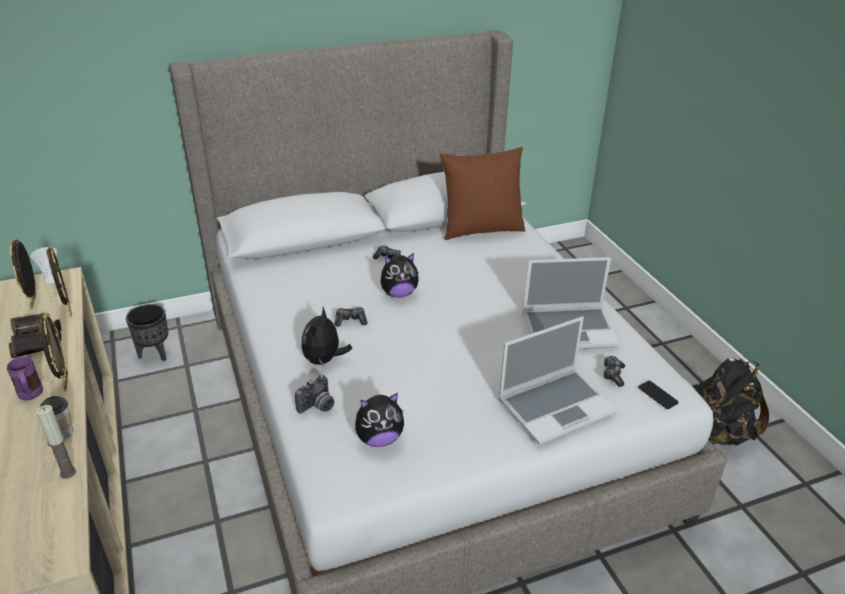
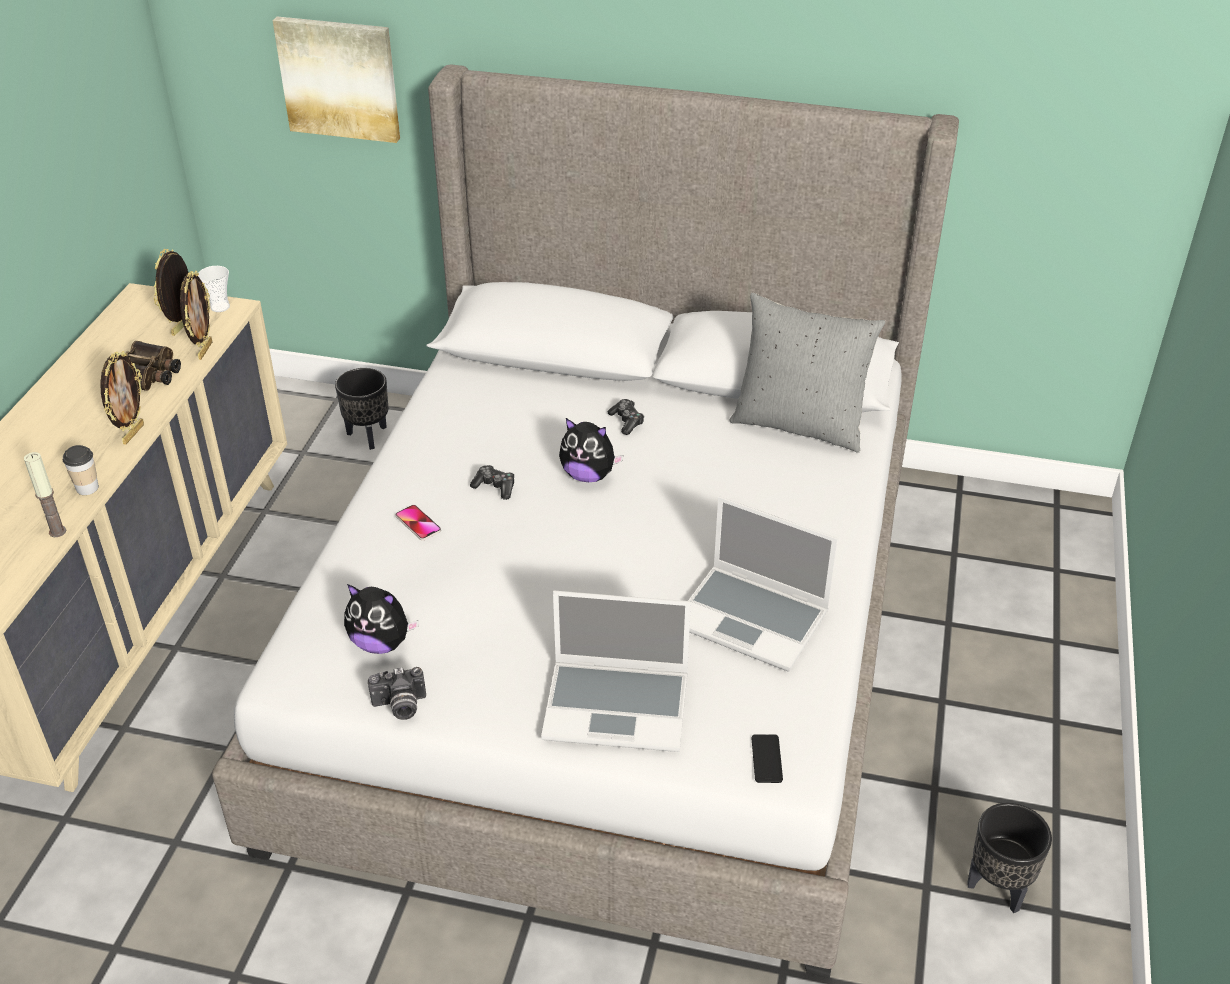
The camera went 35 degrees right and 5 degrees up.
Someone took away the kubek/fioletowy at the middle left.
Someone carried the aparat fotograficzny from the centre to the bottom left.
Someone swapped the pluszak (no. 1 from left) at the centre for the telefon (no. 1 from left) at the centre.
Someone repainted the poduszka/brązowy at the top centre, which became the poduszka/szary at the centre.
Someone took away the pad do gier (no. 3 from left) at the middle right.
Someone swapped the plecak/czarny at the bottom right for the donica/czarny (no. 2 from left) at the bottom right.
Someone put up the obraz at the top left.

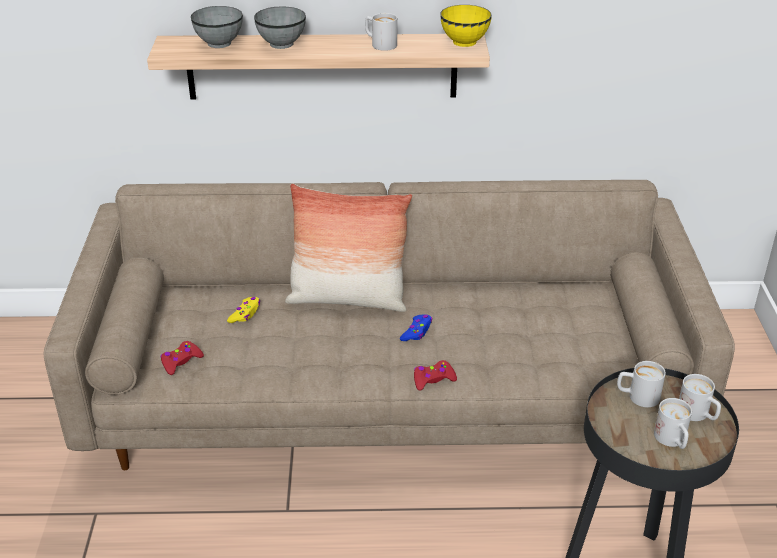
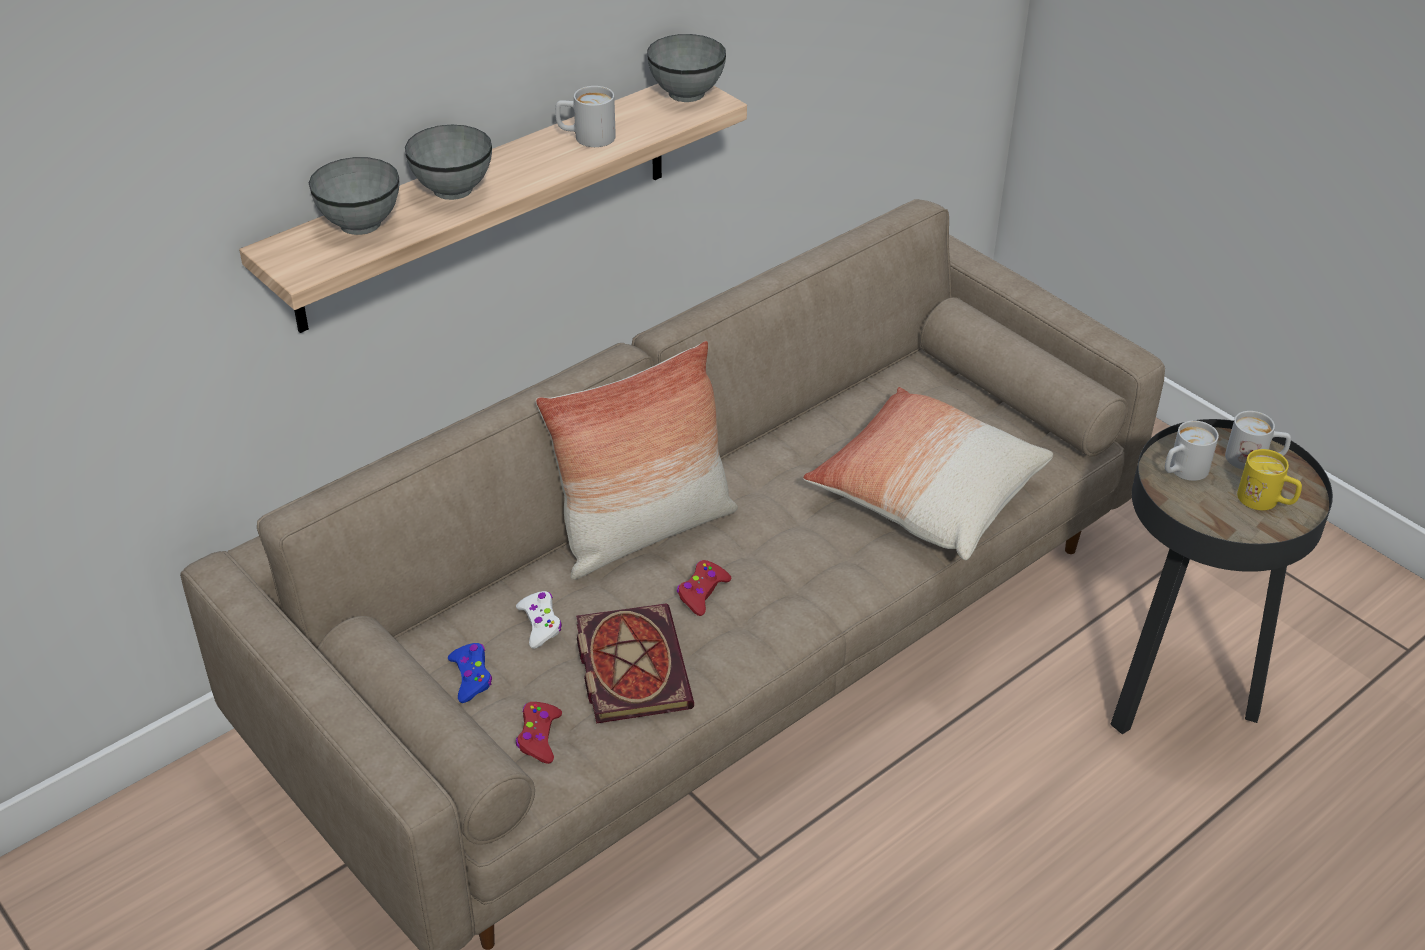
The camera went 40 degrees left and 5 degrees up.
Someone repainted the pad do gier/żółty at the middle left, which became the pad do gier/biały at the centre.
Someone carried the pad do gier/niebieski from the centre to the bottom left.
Someone carried the pad do gier/czerwony (no. 2 from left) from the bottom centre to the centre.
Someone repainted the miska/żółty at the top centre, which became the miska/szary (no. 3 from left) at the top centre.
Someone repainted the kubek/biały (no. 3 from left) at the bottom right, which became the kubek/żółty at the middle right.
Someone put down the książka at the bottom centre.
Someone put down the poduszka (no. 2 from left) at the centre.

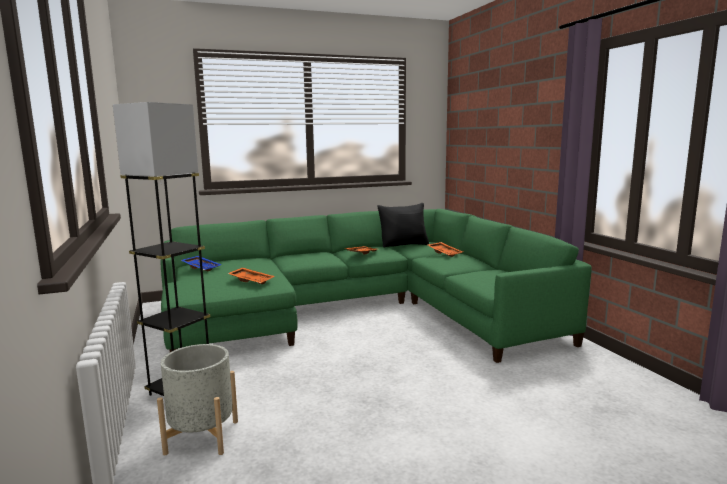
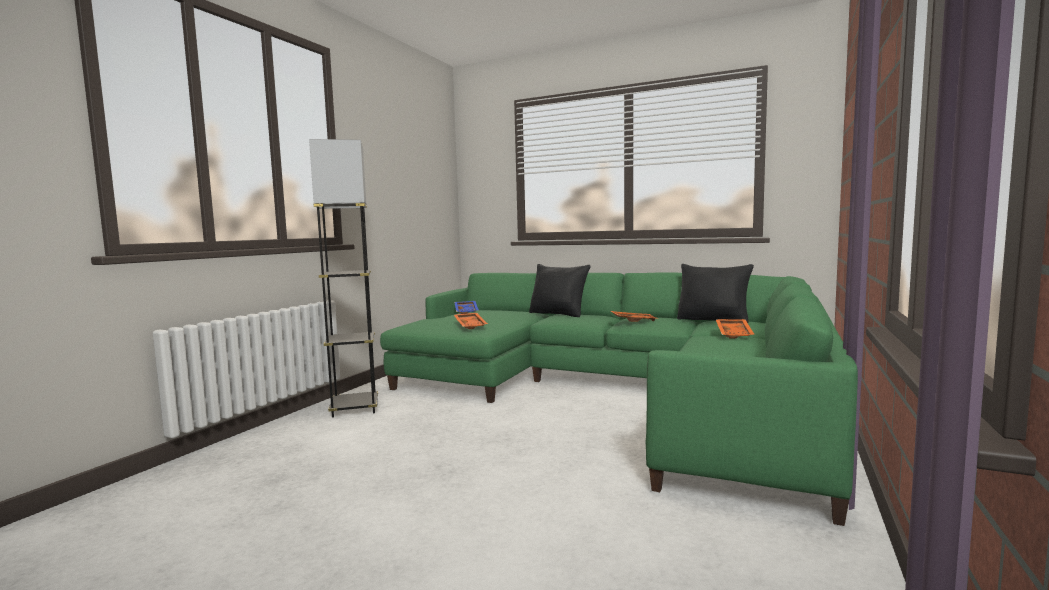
The camera went 45 degrees right and 5 degrees down.
Someone took away the donica/szary at the bottom left.
Someone put down the poduszka/czarny (no. 1 from left) at the centre.

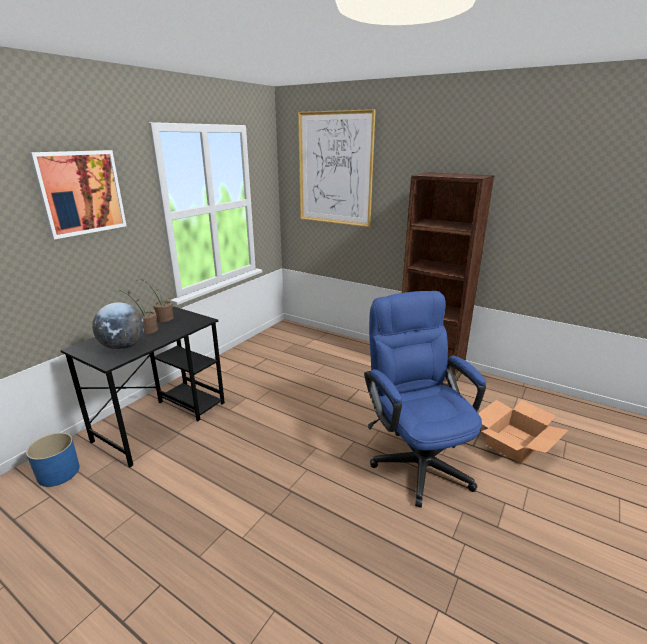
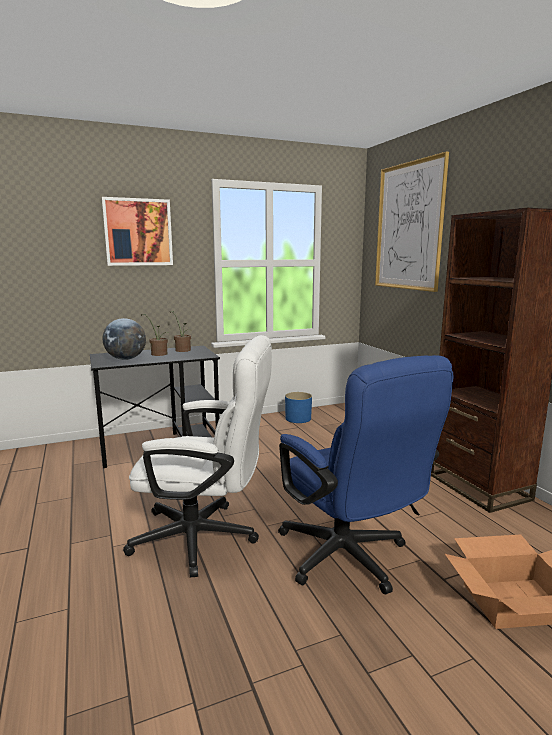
The camera went 35 degrees right and 10 degrees down.
Someone carried the donica/niebieski from the bottom left to the centre.
Someone rotated the krzesło biurowe/niebieski at the centre by 135 degrees clockwise.
Someone put down the krzesło biurowe/biały at the centre.

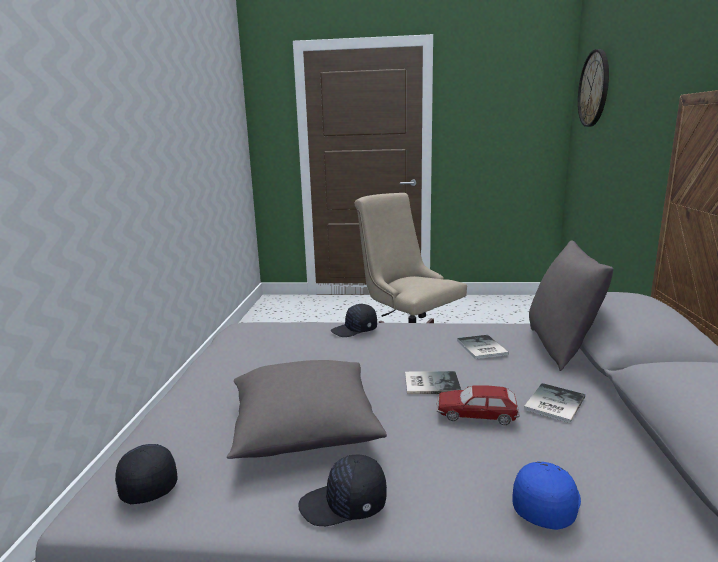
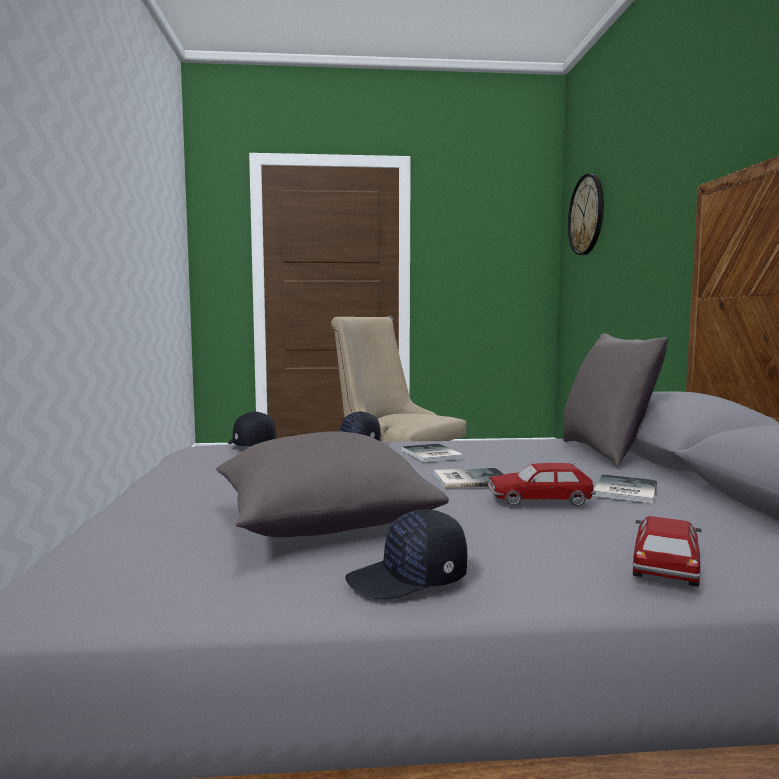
The camera went 10 degrees left and 10 degrees down.
Someone carried the czapka z daszkiem/czarny (no. 1 from left) from the bottom left to the middle left.
Someone carried the książka (no. 2 from left in the first image) from the middle right to the centre.
Someone swapped the czapka z daszkiem/niebieski at the bottom right for the samochodzik (no. 2 from left) at the bottom right.

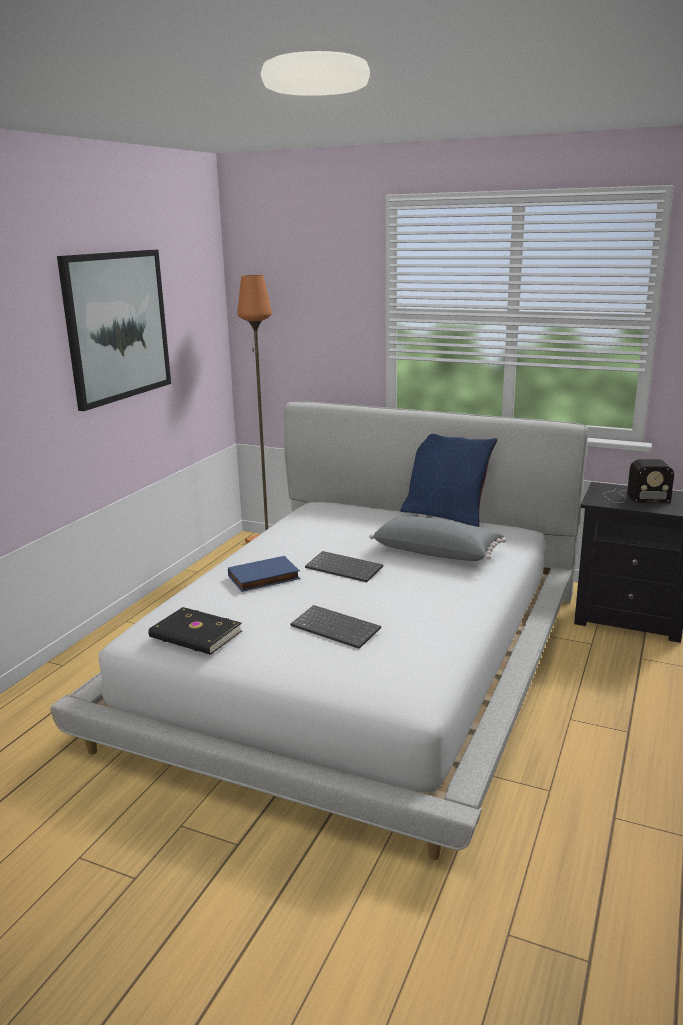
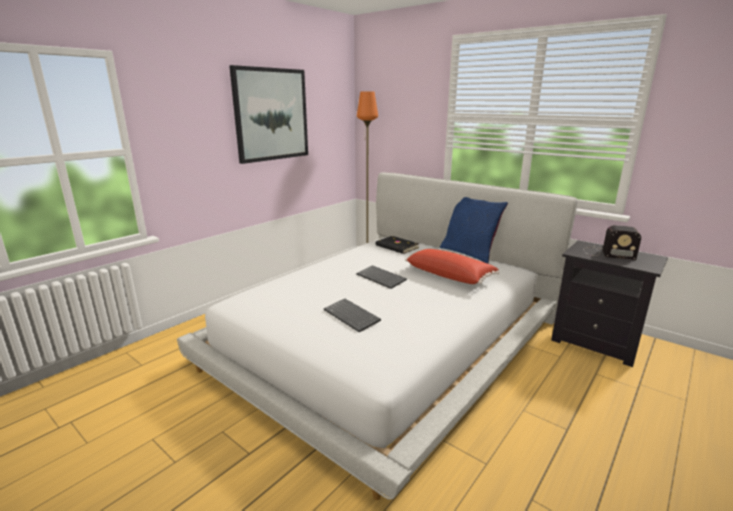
The camera went 15 degrees right and 0 degrees up.
Someone carried the książka/czarny from the middle left to the centre.
Someone took away the książka/niebieski at the centre.
Someone repainted the poduszka/szary at the centre, which became the poduszka/czerwony at the centre.

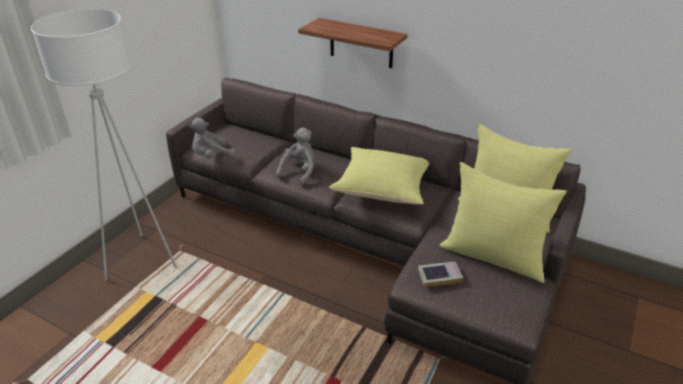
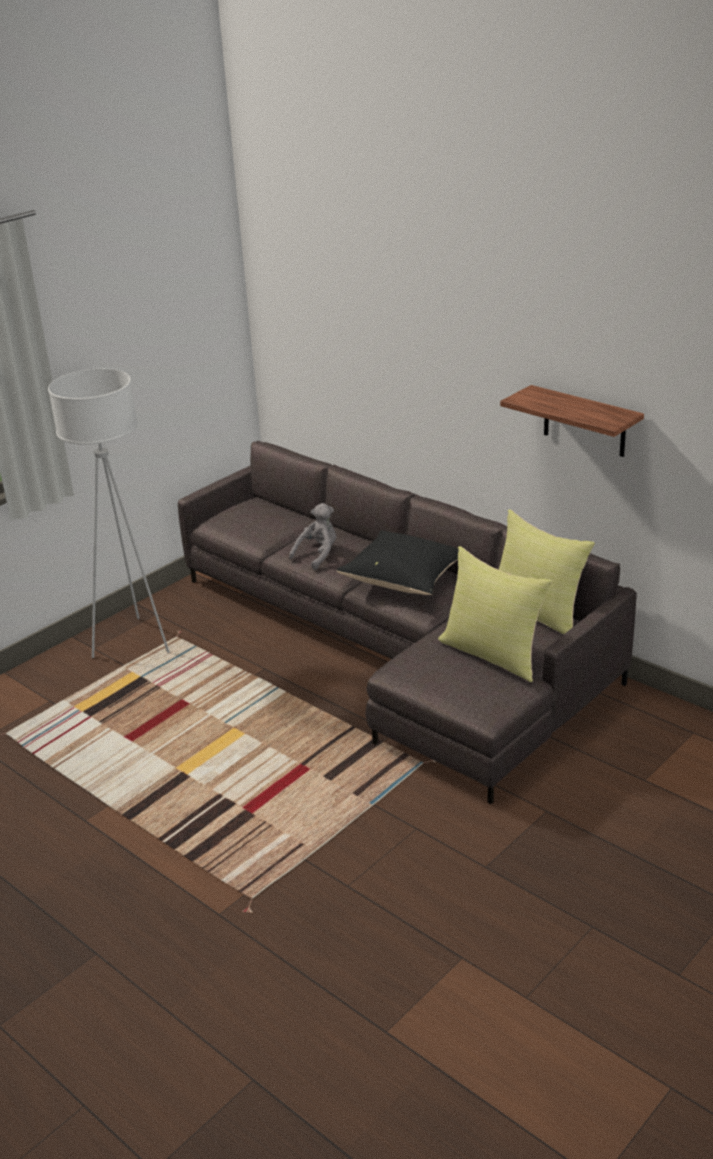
The camera went 15 degrees right and 5 degrees down.
Someone took away the pluszak/szary (no. 1 from left) at the middle left.
Someone carried the półka from the top centre to the middle right.
Someone repainted the poduszka/żółty (no. 1 from left) at the centre, which became the poduszka/czarny at the centre.
Someone took away the książka at the bottom centre.

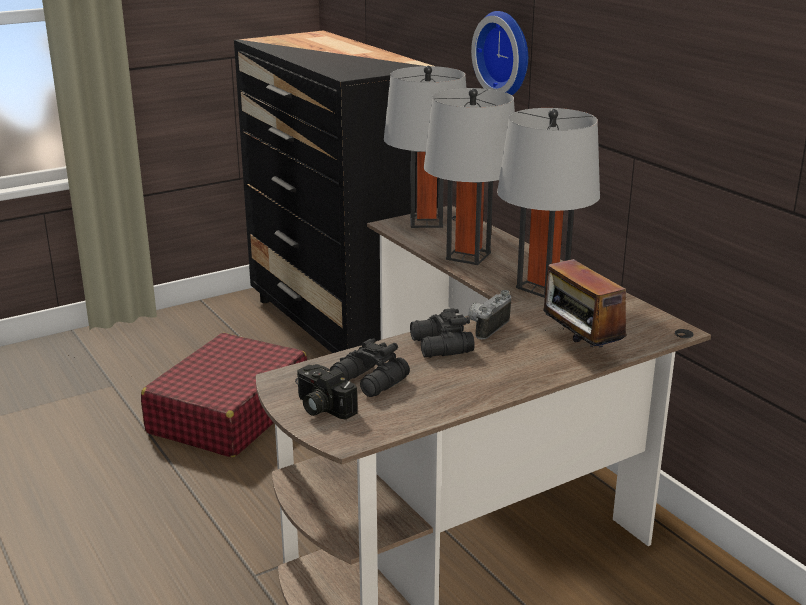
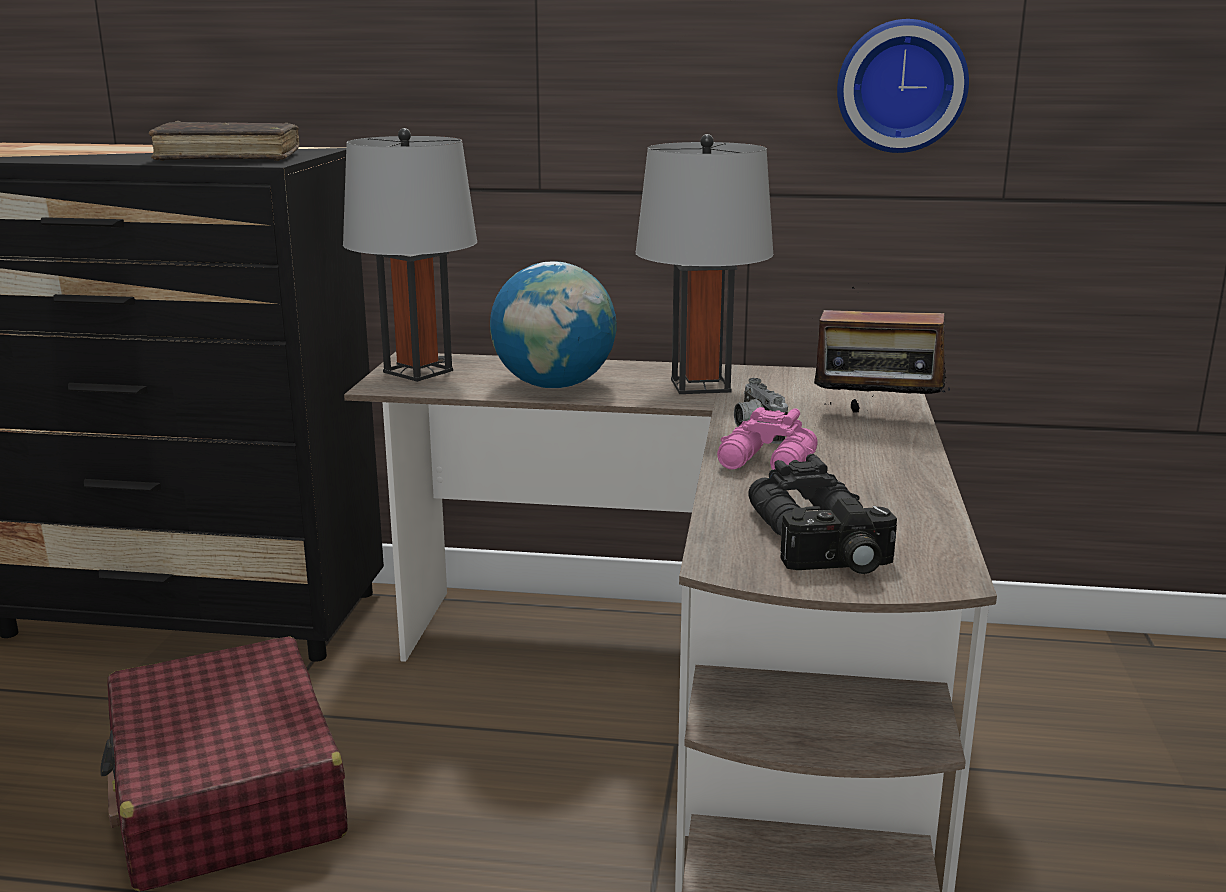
The camera went 50 degrees left and 5 degrees down.
Someone repainted the lornetka/czarny (no. 2 from left) at the centre, which became the lornetka/różowy at the centre.
Someone swapped the lampa stołowa/szary (no. 2 from left) at the top centre for the globus at the centre.
Someone carried the zegar ścienny from the top centre to the top right.
Someone put down the książka/brązowy at the top left.

